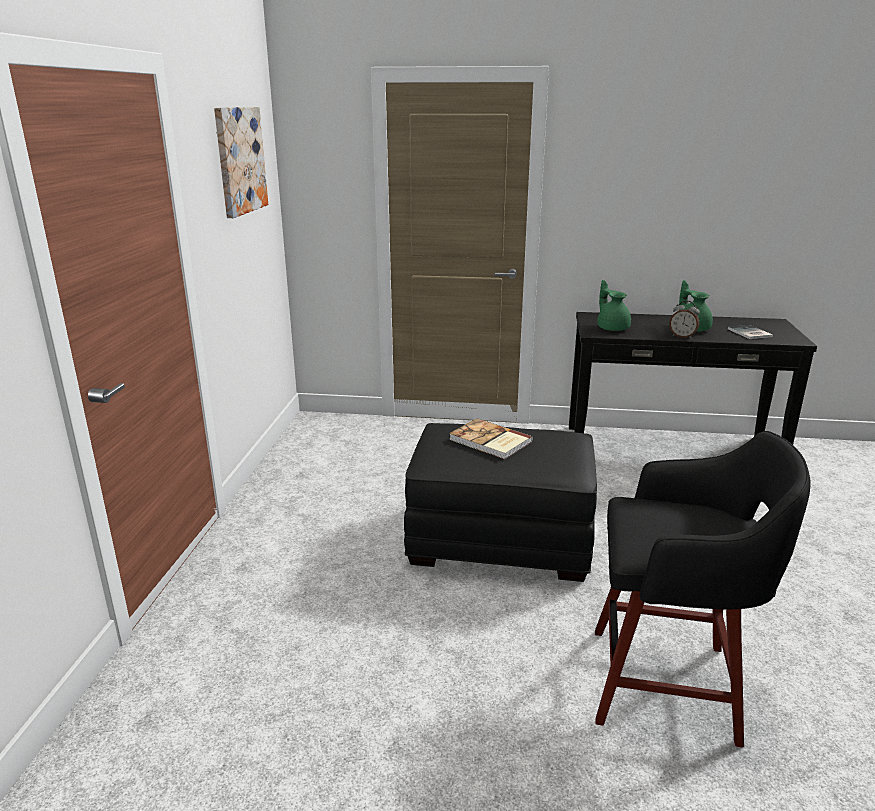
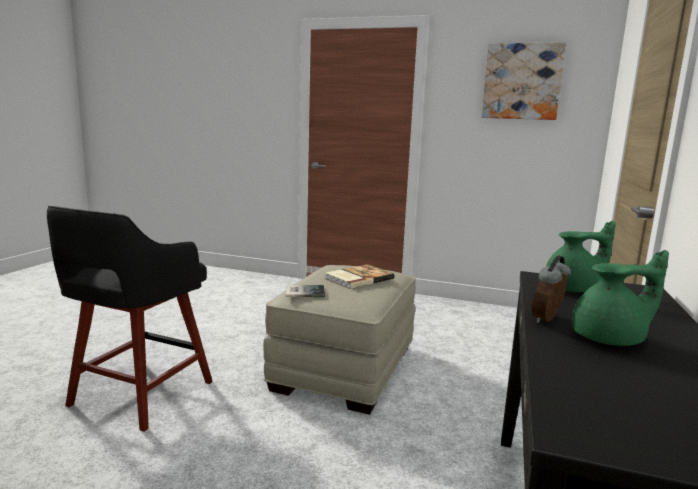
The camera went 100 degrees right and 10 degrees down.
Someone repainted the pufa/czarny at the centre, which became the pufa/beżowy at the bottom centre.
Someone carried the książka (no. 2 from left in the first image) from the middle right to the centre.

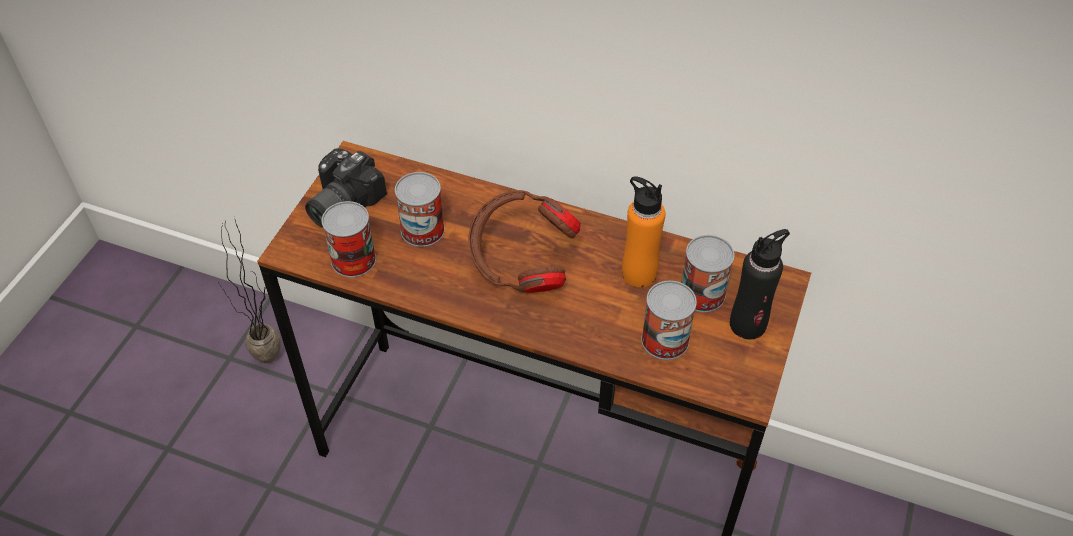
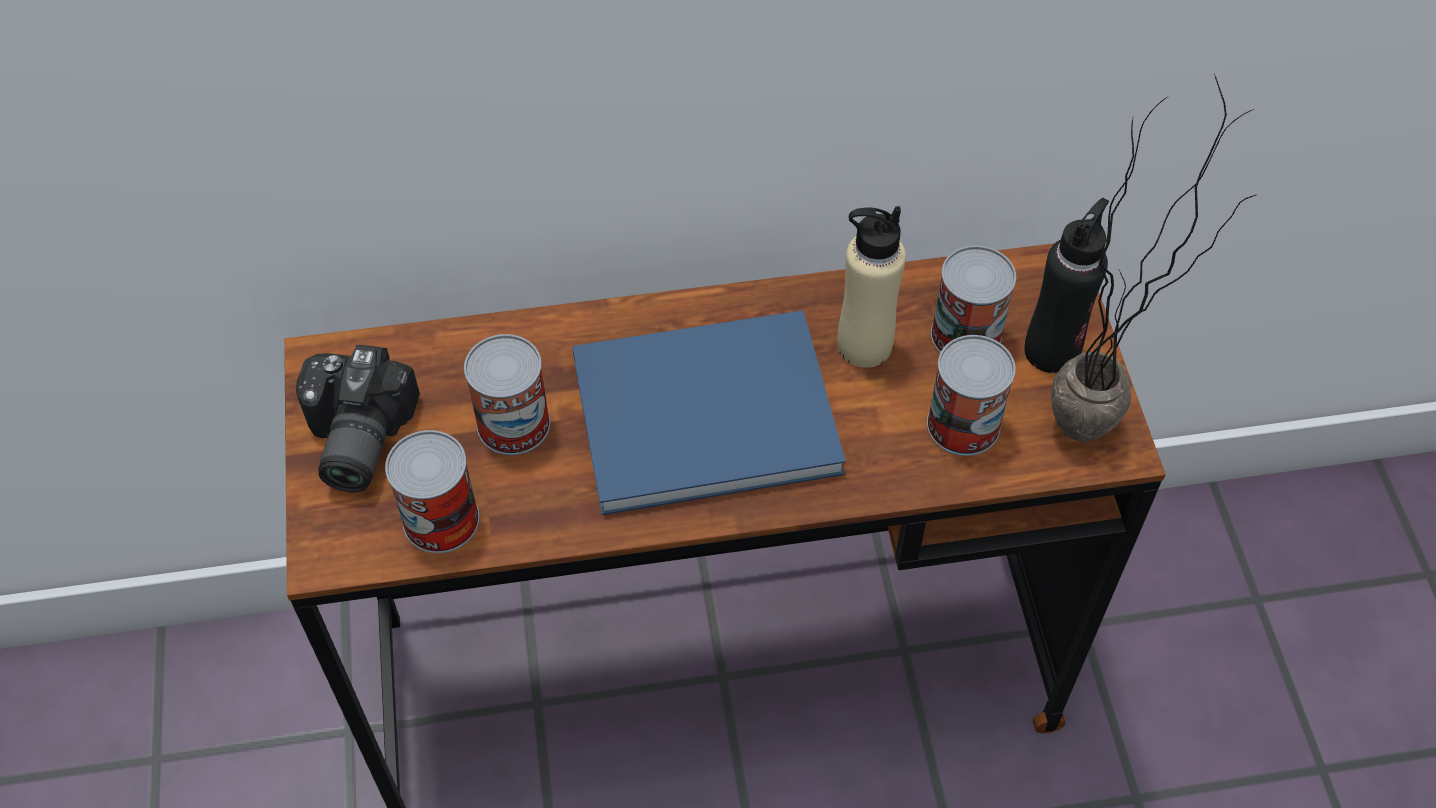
The camera went 30 degrees left and 5 degrees up.
Someone carried the roślina doniczkowa from the middle left to the top right.
Someone swapped the słuchawki/brązowy at the centre for the książka/niebieski at the centre.
Someone repainted the butelka/pomarańczowy at the centre, which became the butelka/beżowy at the centre.

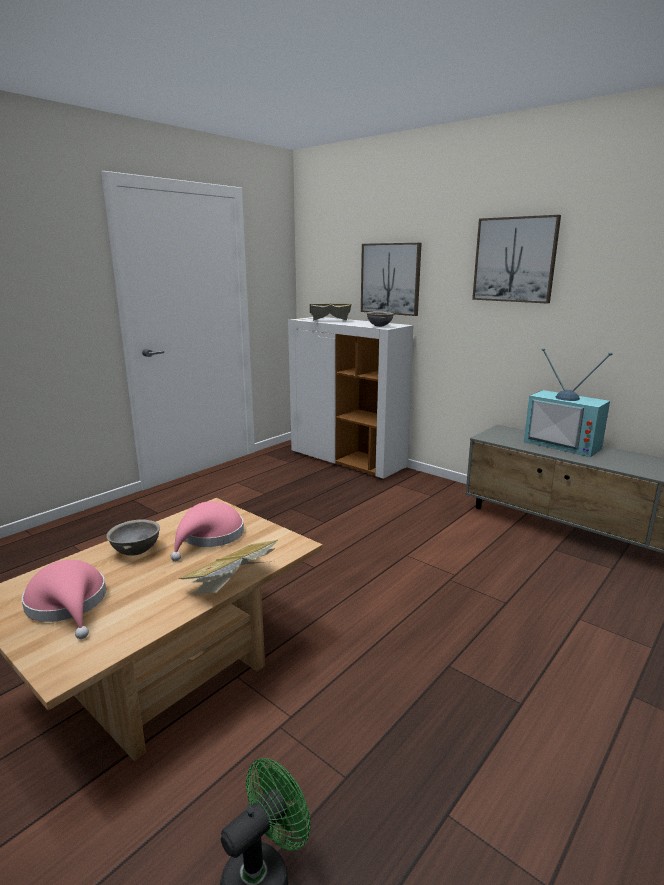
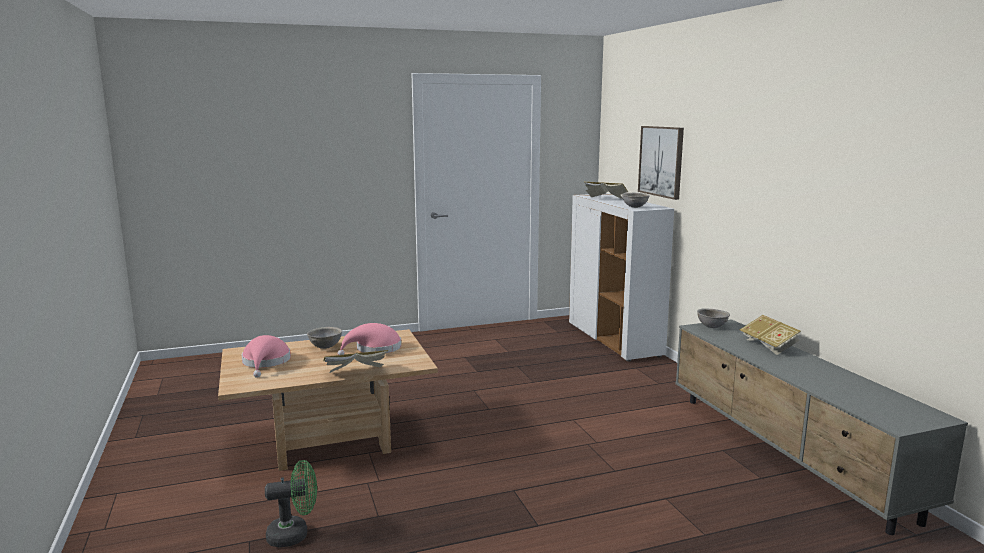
The camera went 30 degrees right and 5 degrees down.
Someone took away the obraz (no. 2 from left) at the top right.
Someone swapped the telewizor at the middle right for the książka (no. 3 from left) at the middle right.
Someone put down the miska/szary (no. 3 from left) at the middle right.

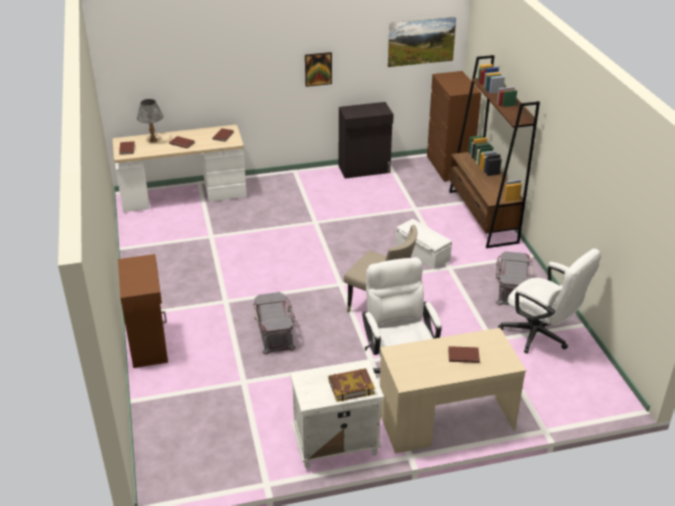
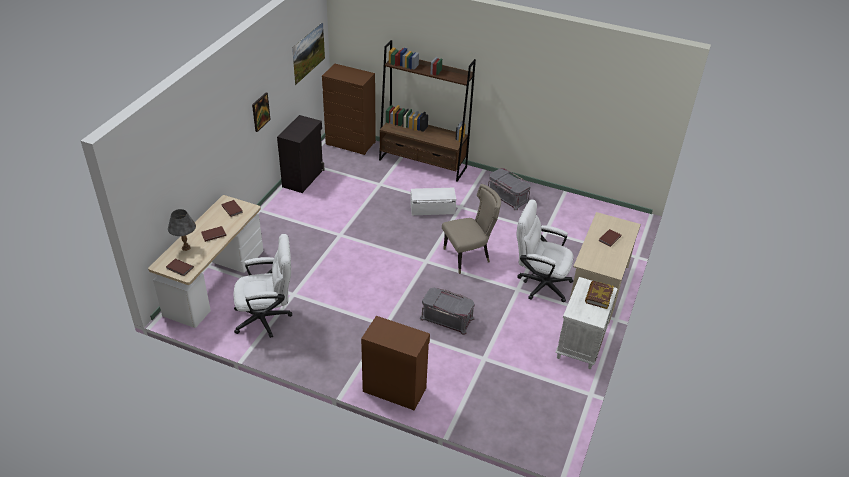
The camera went 55 degrees left and 5 degrees up.
Someone carried the krzesło biurowe/biały (no. 2 from left in the first image) from the middle right to the middle left.

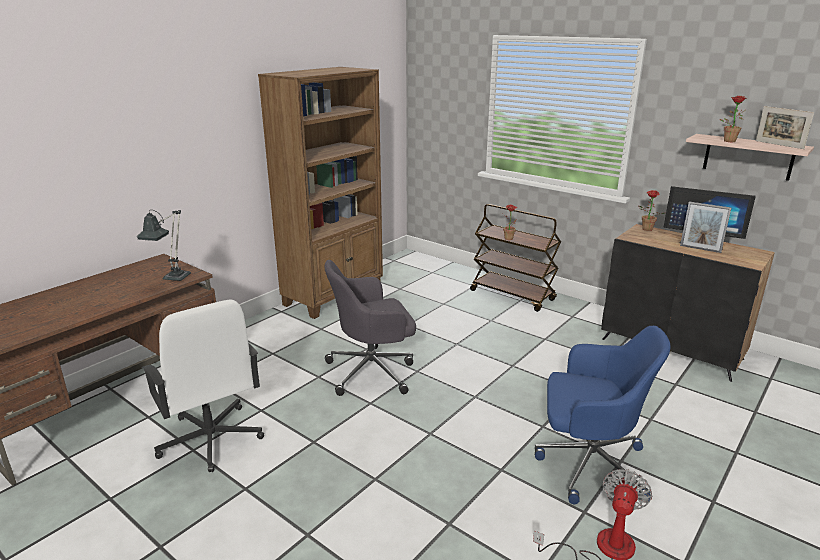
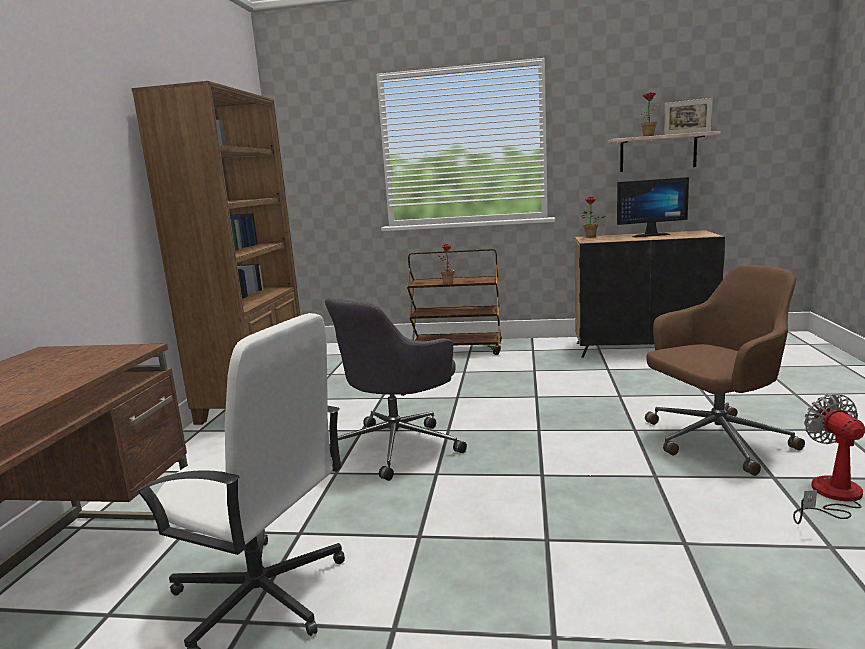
The camera went 30 degrees left and 10 degrees down.
Someone took away the lampa stołowa at the middle left.
Someone repainted the krzesło biurowe/niebieski at the bottom right, which became the krzesło biurowe/brązowy at the middle right.
Someone took away the ramka na zdjęcie (no. 1 from left) at the middle right.

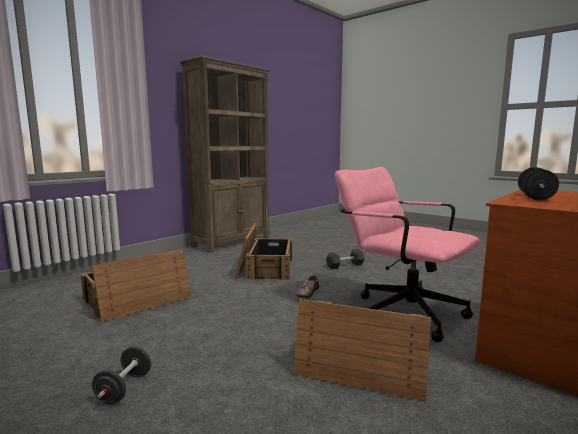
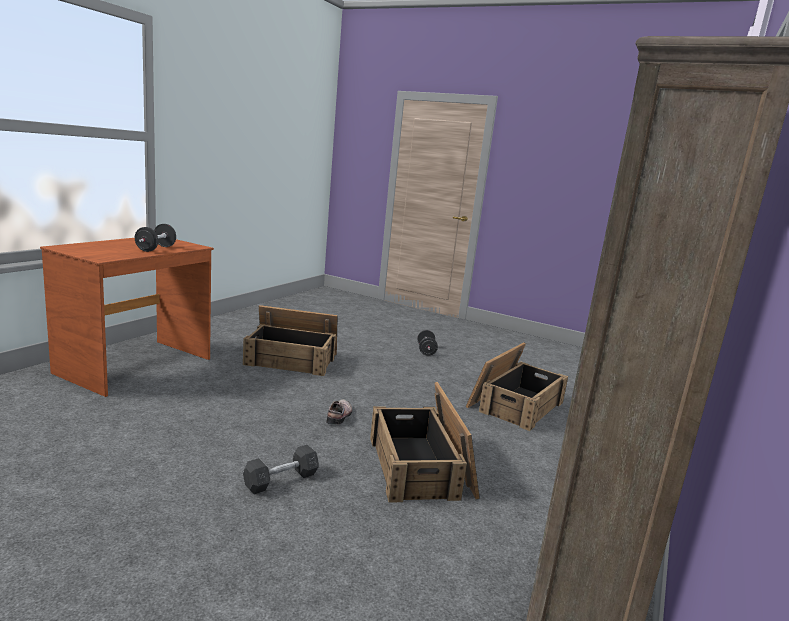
The camera went 165 degrees right and 5 degrees up.
Someone took away the krzesło biurowe/różowy at the middle right.

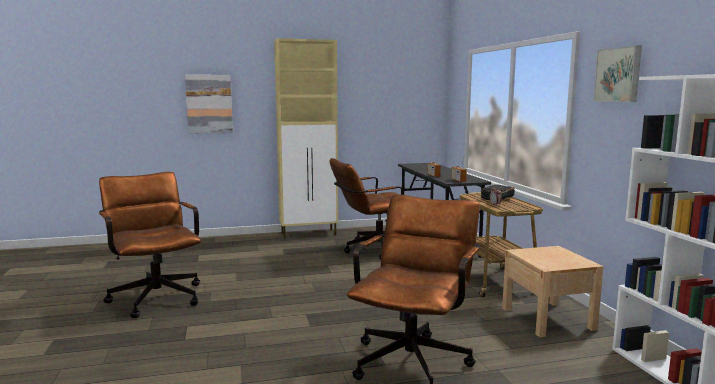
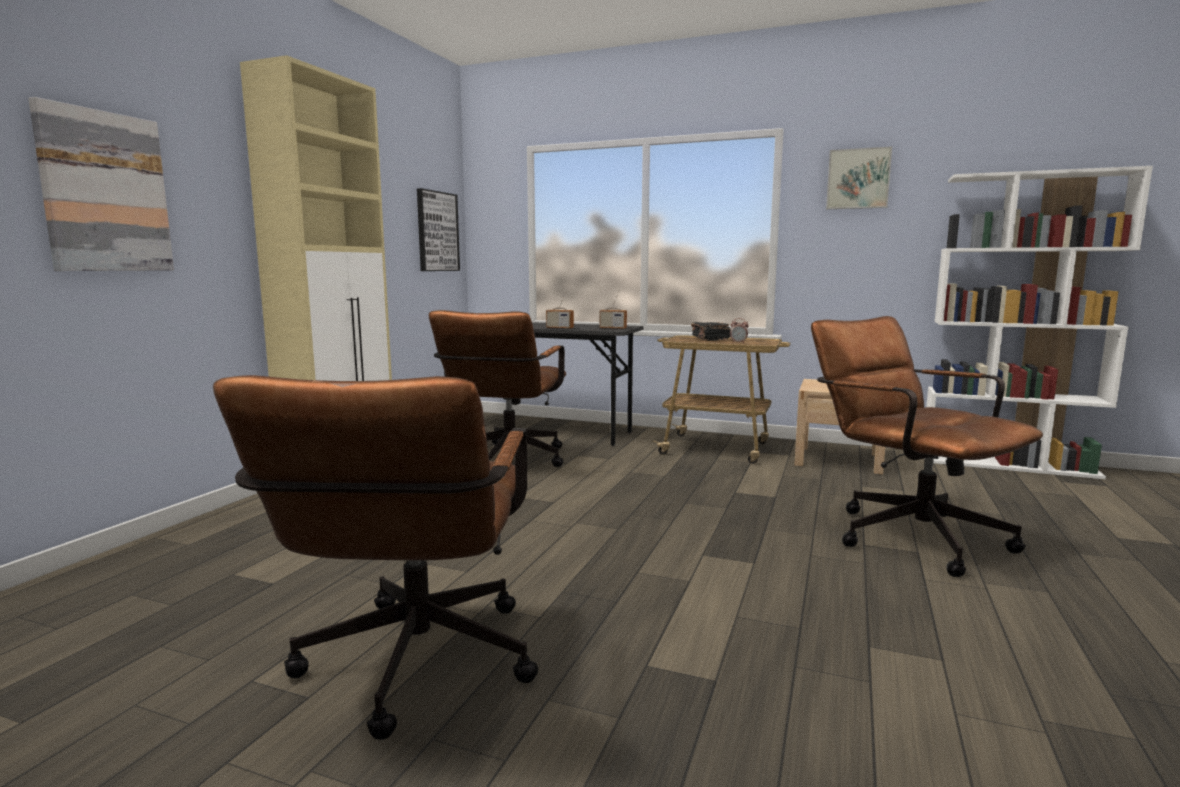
The camera went 55 degrees left and 0 degrees up.
Someone rotated the krzesło biurowe/brązowy (no. 1 from left) at the middle left by 90 degrees counterclockwise.
Someone put up the obraz (no. 2 from left) at the top centre.

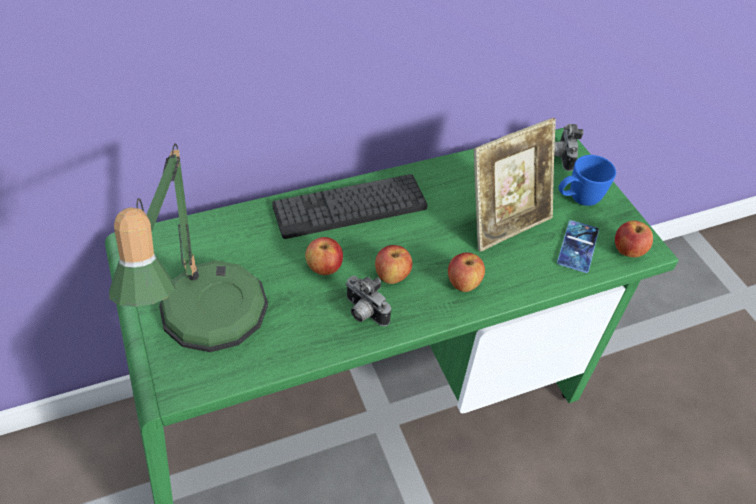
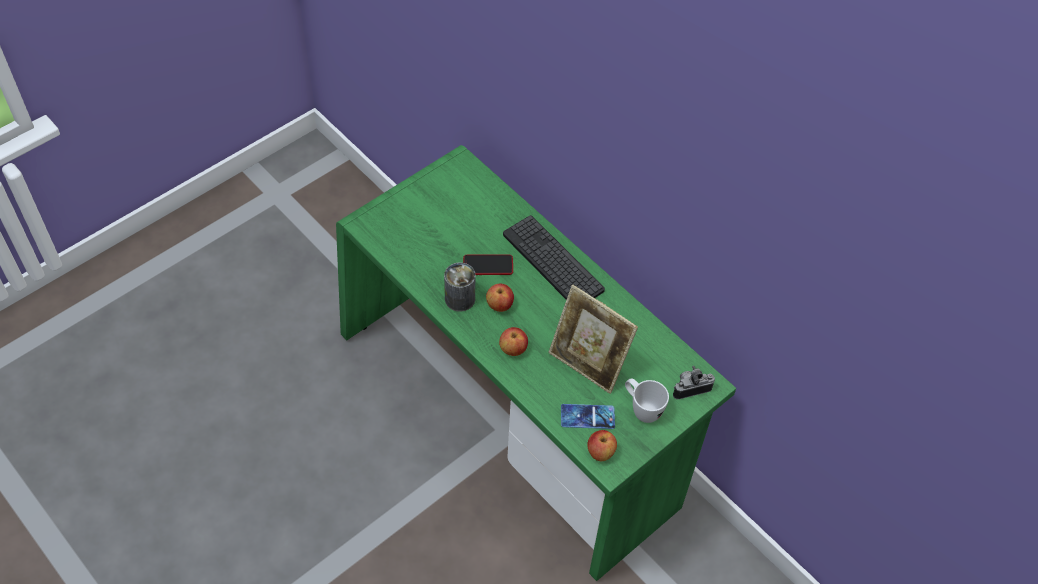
The camera went 70 degrees right and 5 degrees up.
Someone took away the lampa stołowa at the middle left.
Someone swapped the jabłko (no. 1 from left) at the centre for the telefon (no. 1 from left) at the centre.
Someone swapped the aparat fotograficzny (no. 1 from left) at the centre for the puszka at the centre.
Someone repainted the kubek/niebieski at the middle right, which became the kubek/biały at the bottom centre.

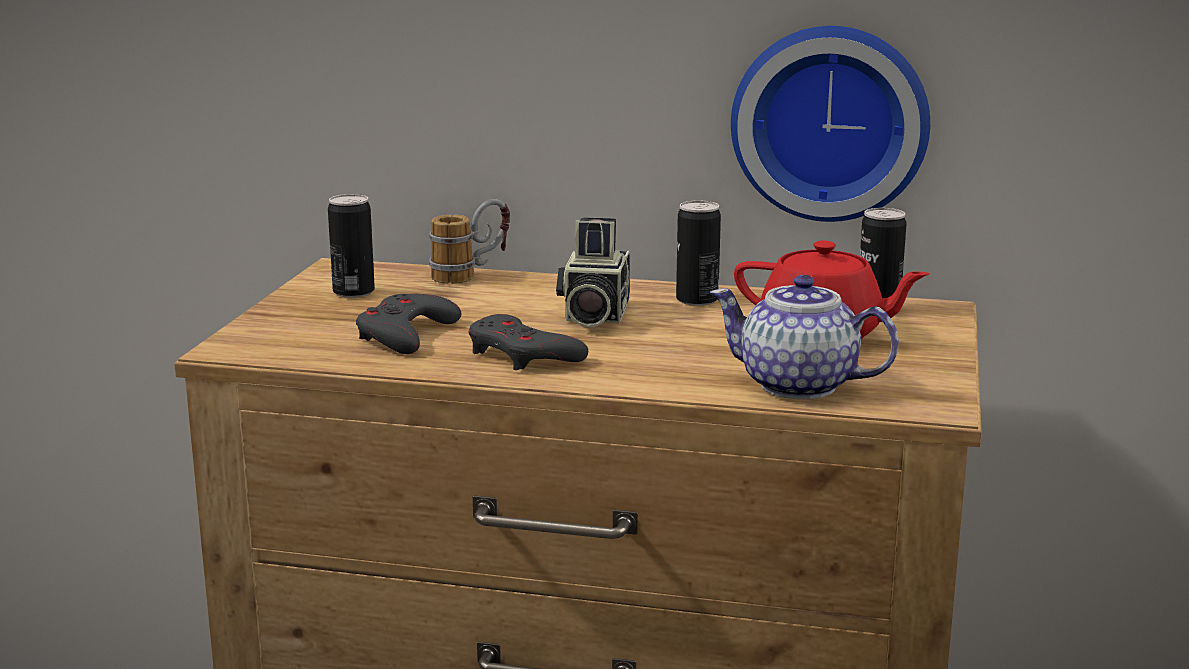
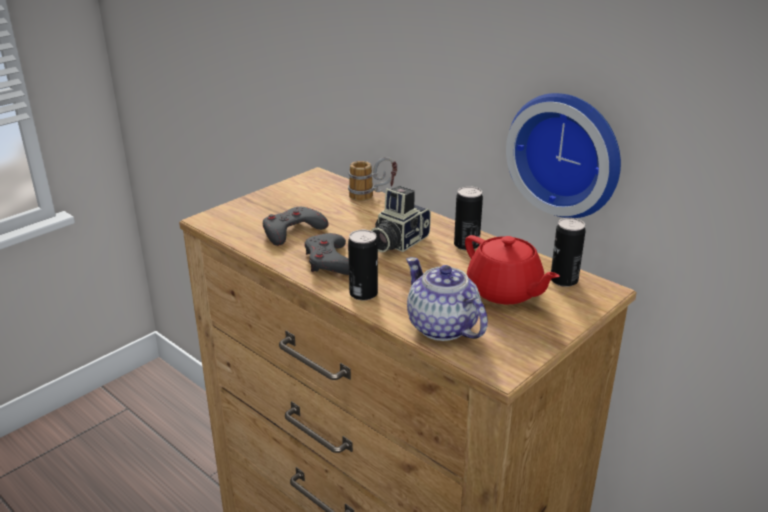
The camera went 30 degrees right and 10 degrees up.
Someone carried the puszka (no. 1 from left) from the middle left to the centre.

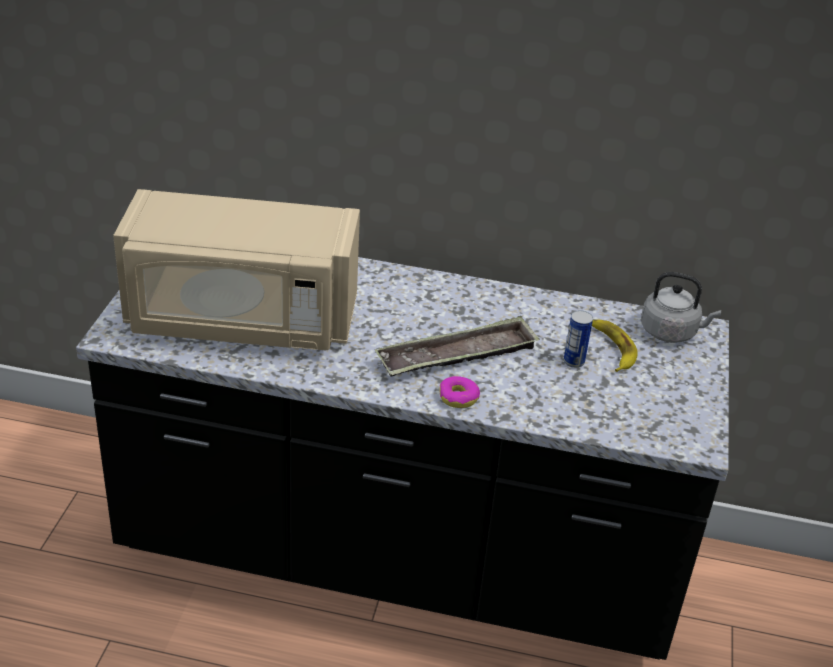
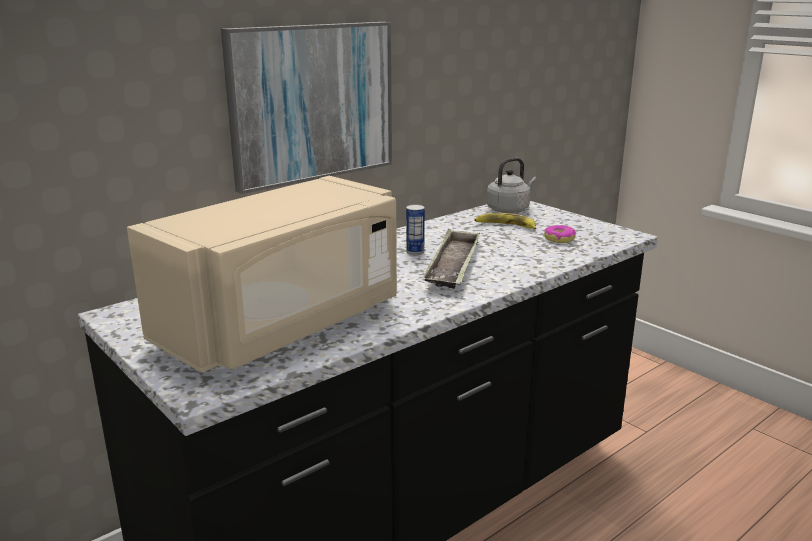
The camera went 50 degrees left and 15 degrees down.
Someone carried the donut from the centre to the middle right.
Someone carried the puszka from the middle right to the centre.
Someone put up the obraz at the top centre.

